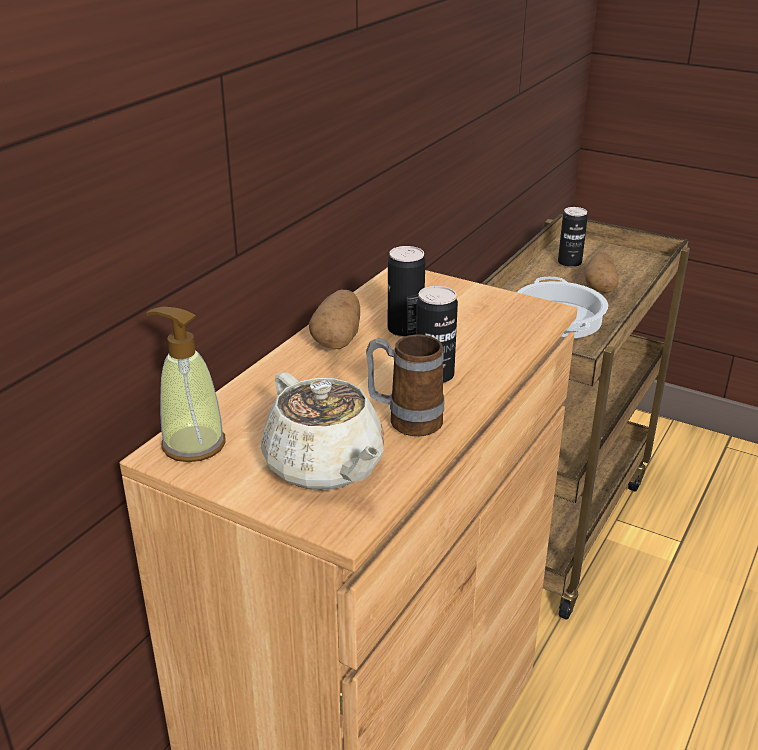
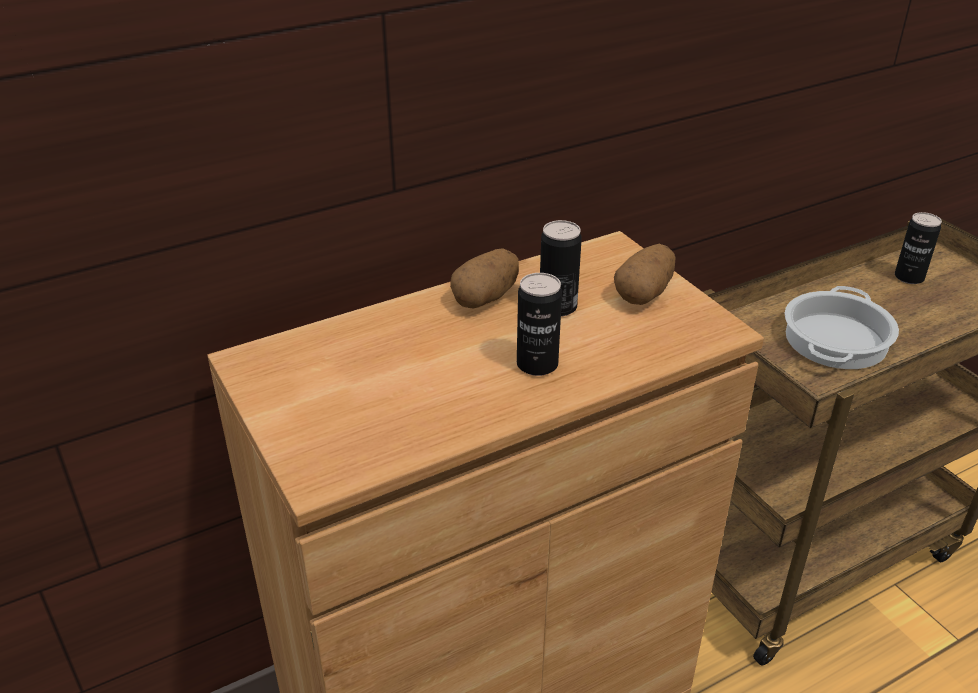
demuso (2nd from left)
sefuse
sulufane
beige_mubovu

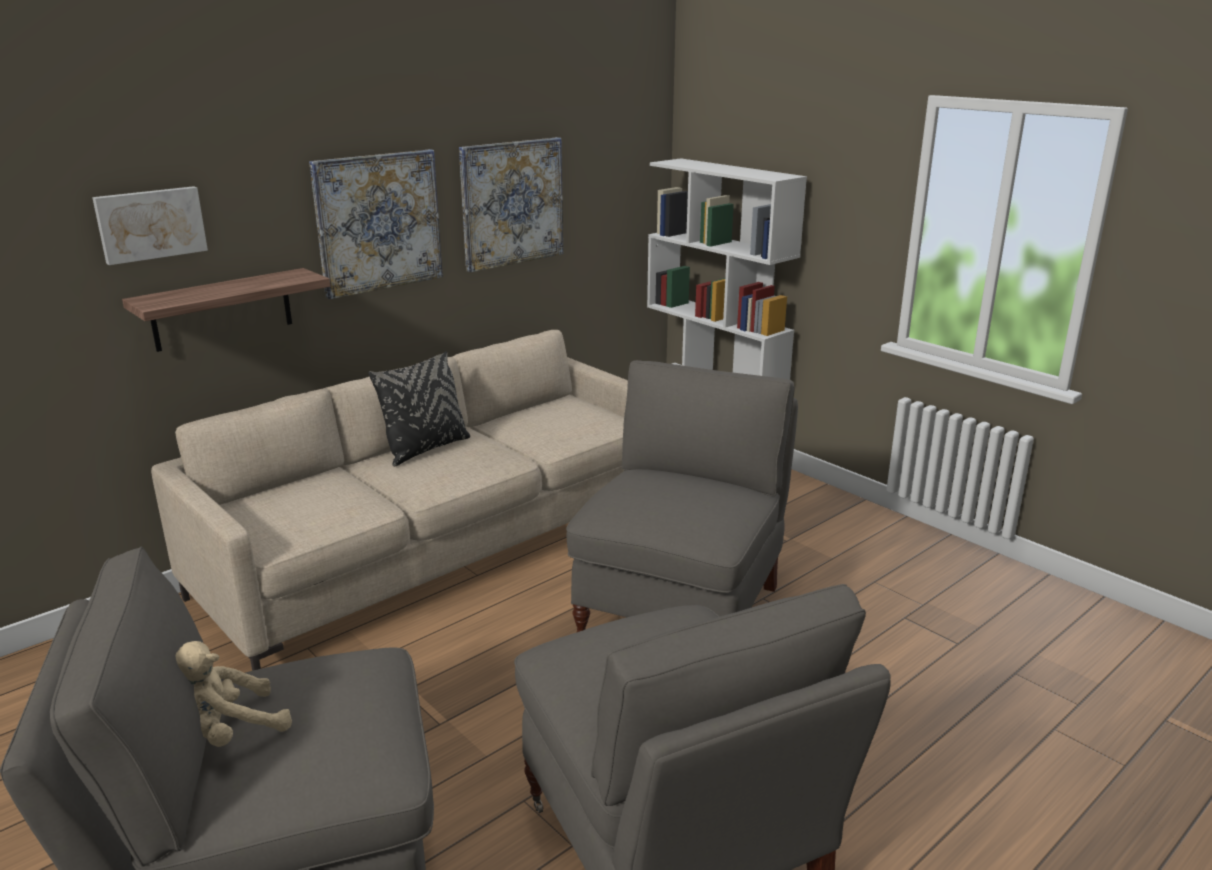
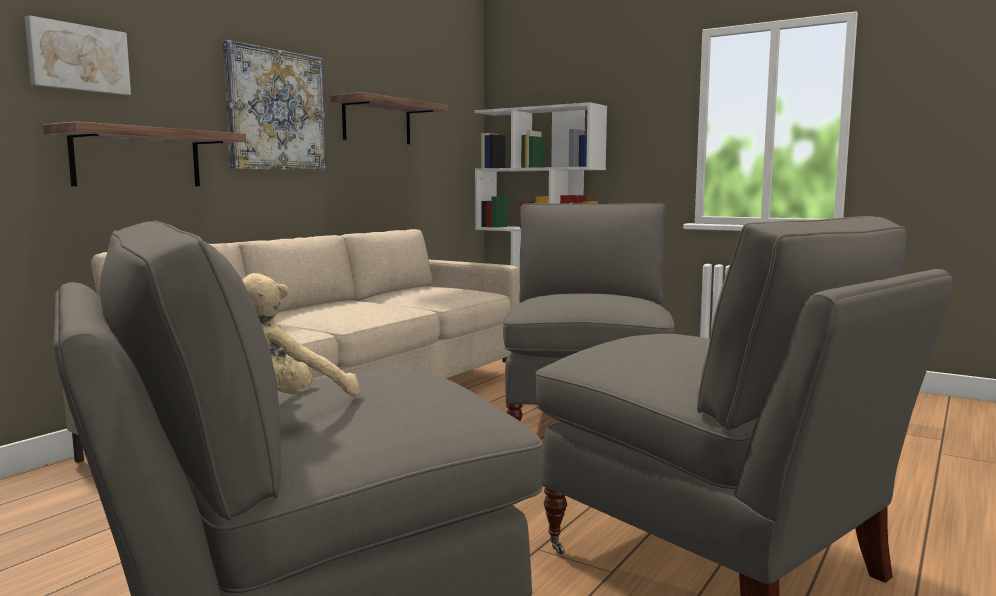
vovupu (2nd from left)
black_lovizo

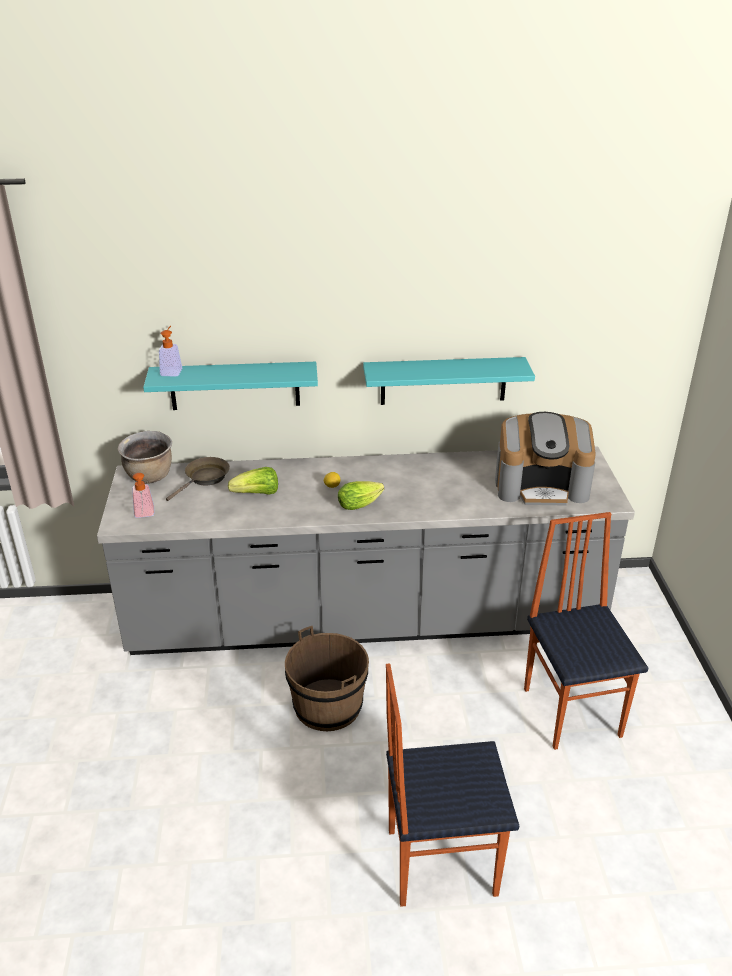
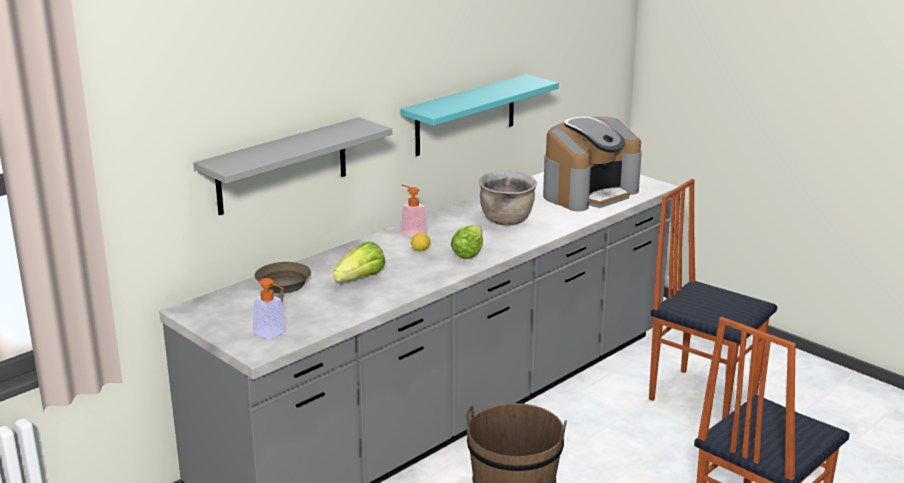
sefuse (2nd from left)
grey_vovupu
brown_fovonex

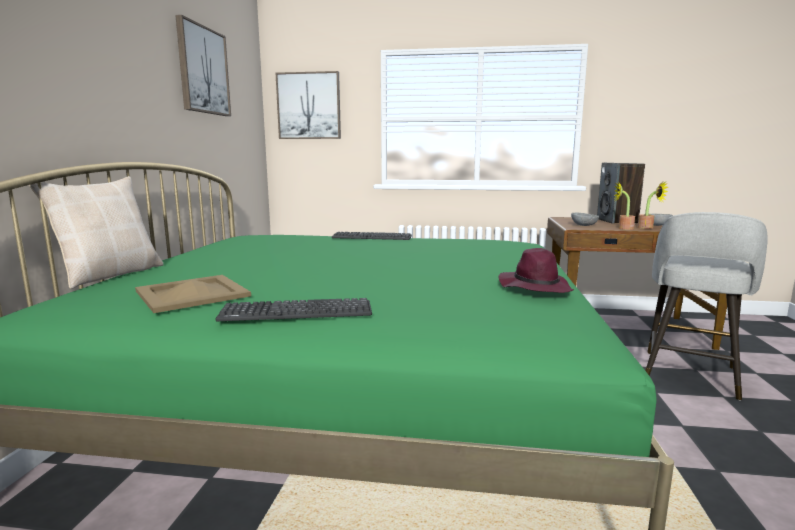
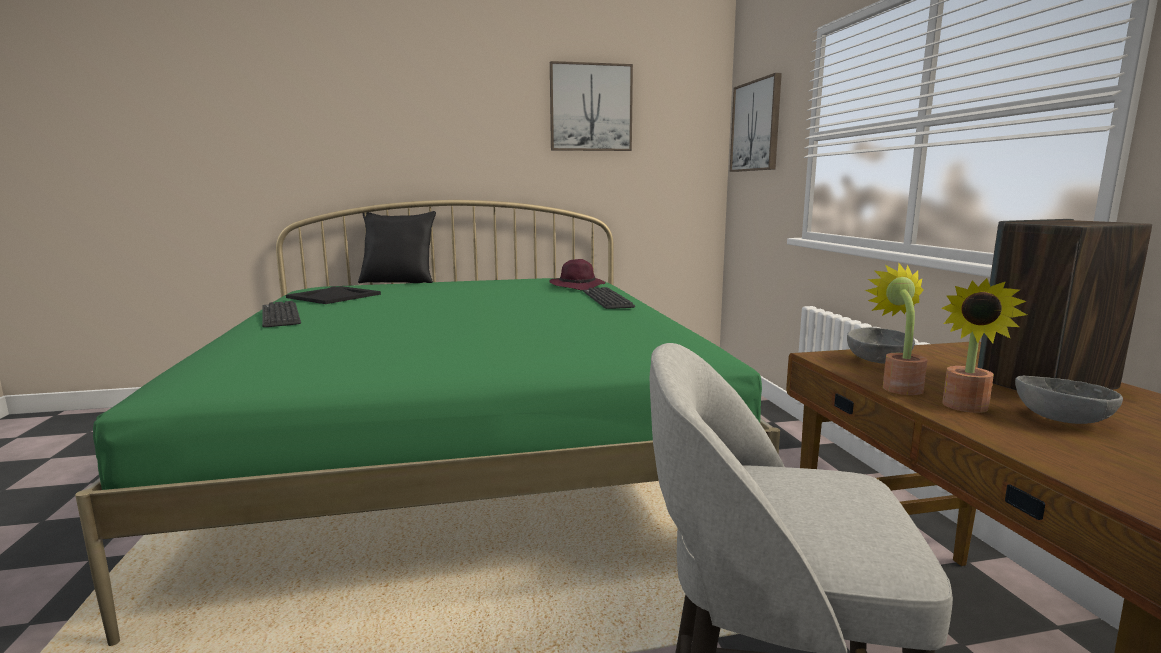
black_lovizo
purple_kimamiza
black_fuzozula

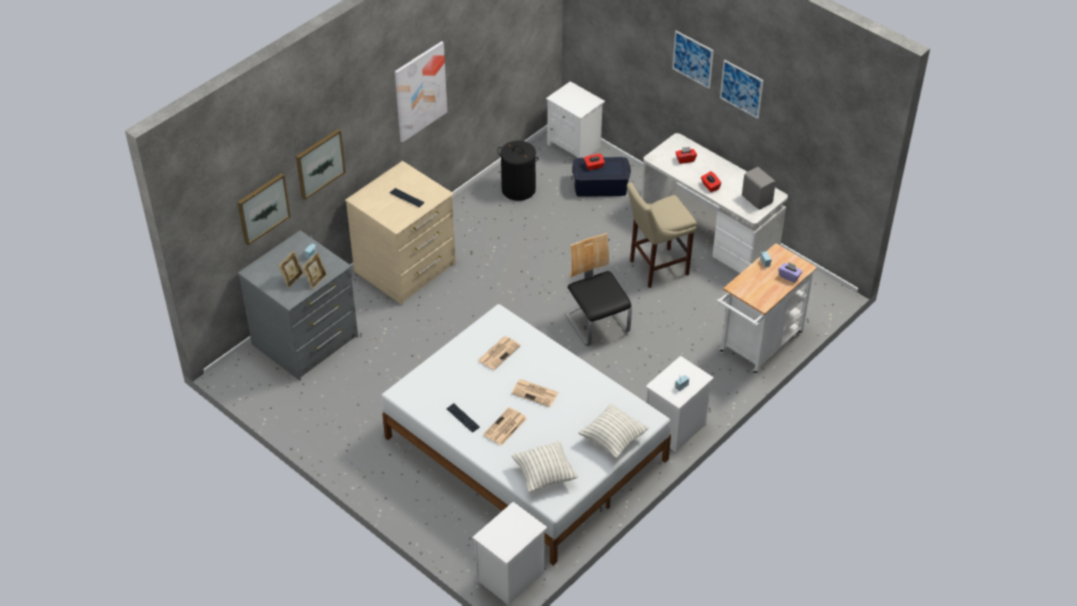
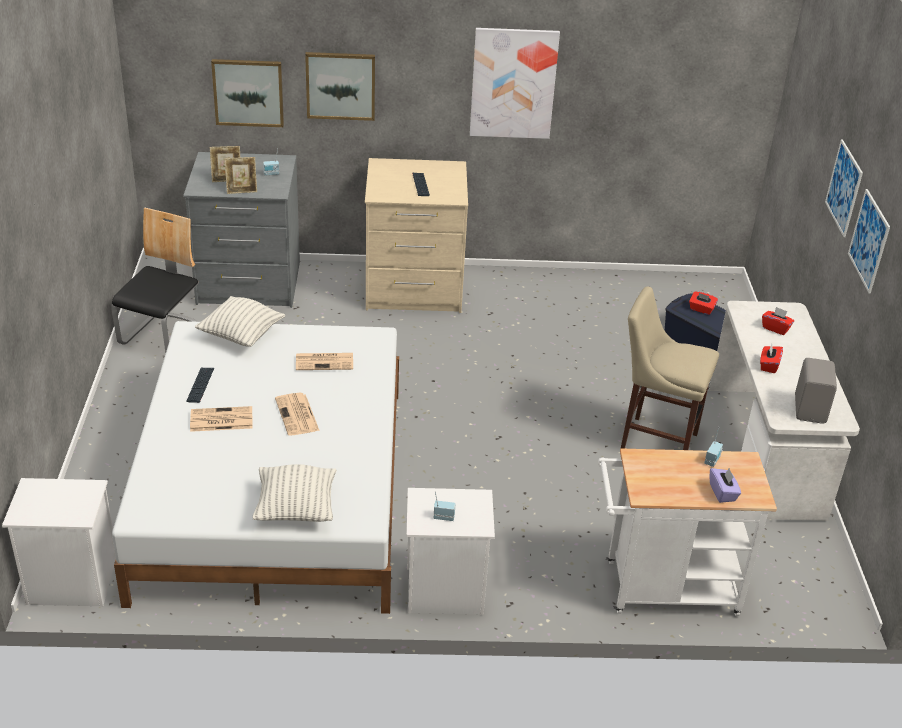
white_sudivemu (2nd from left in the first image)
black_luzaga
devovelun
lovizo (1st from left)

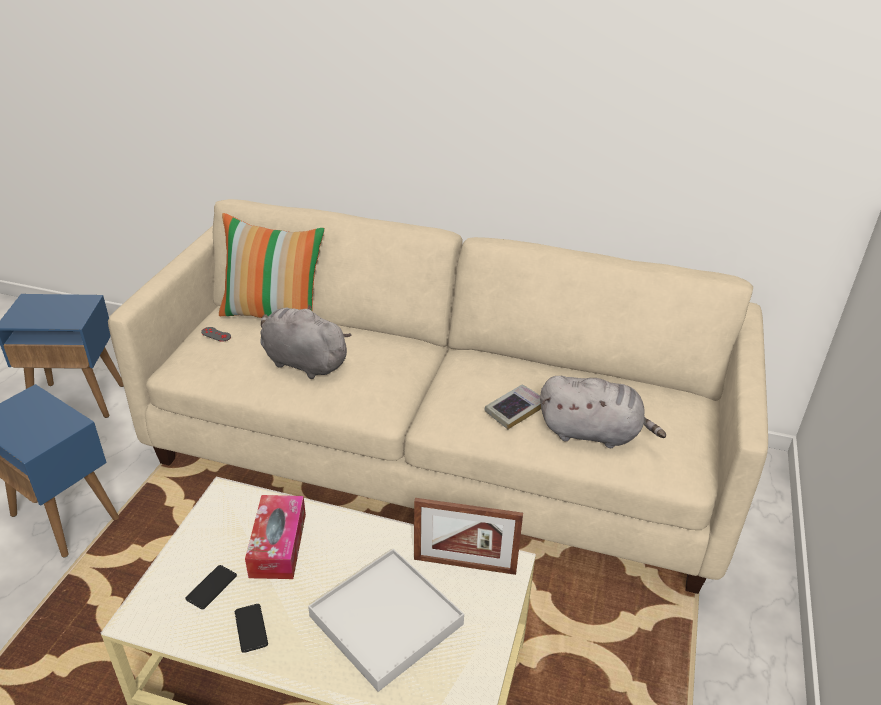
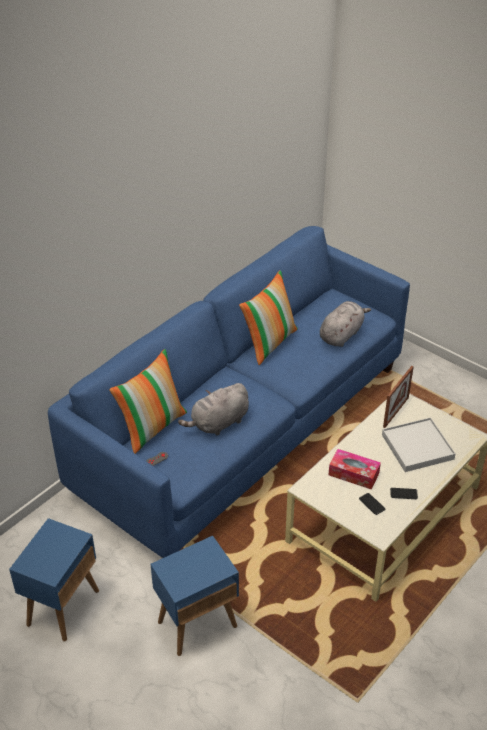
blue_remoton
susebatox
lovizo (2nd from left)

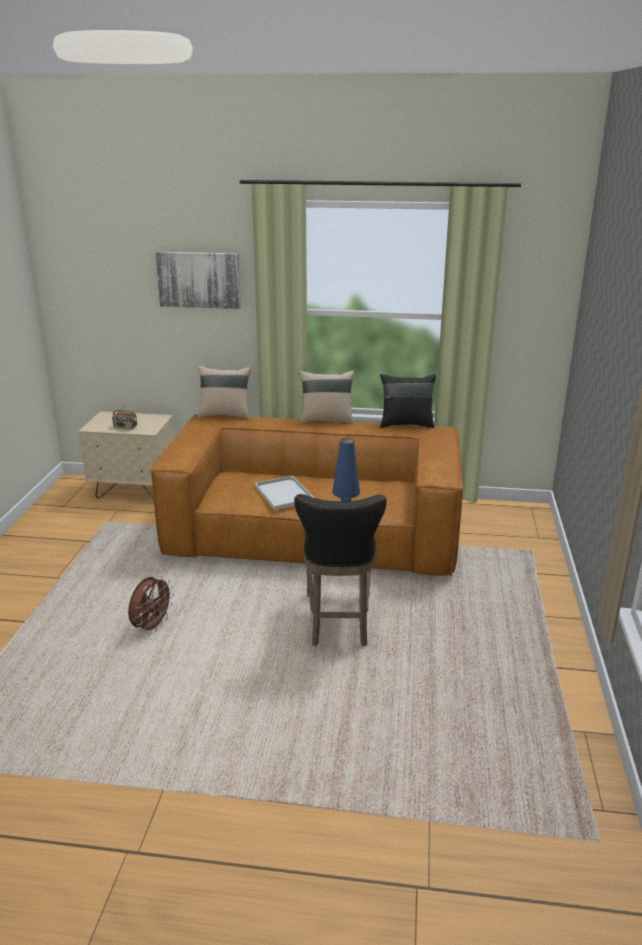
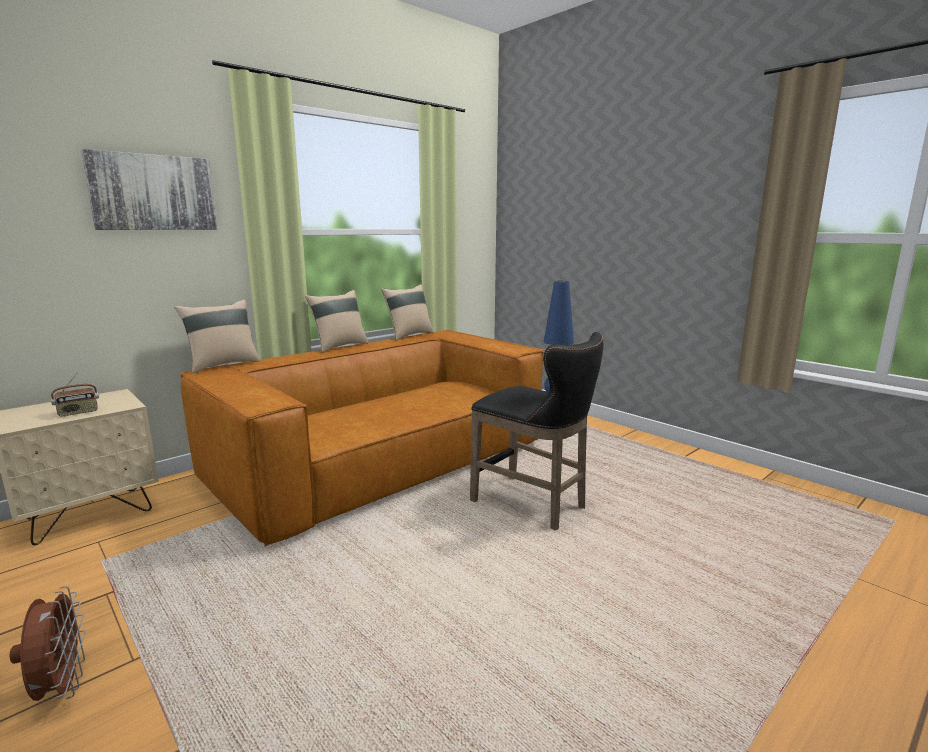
beige_lovizo (3rd from left)
white_fuzozula
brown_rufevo

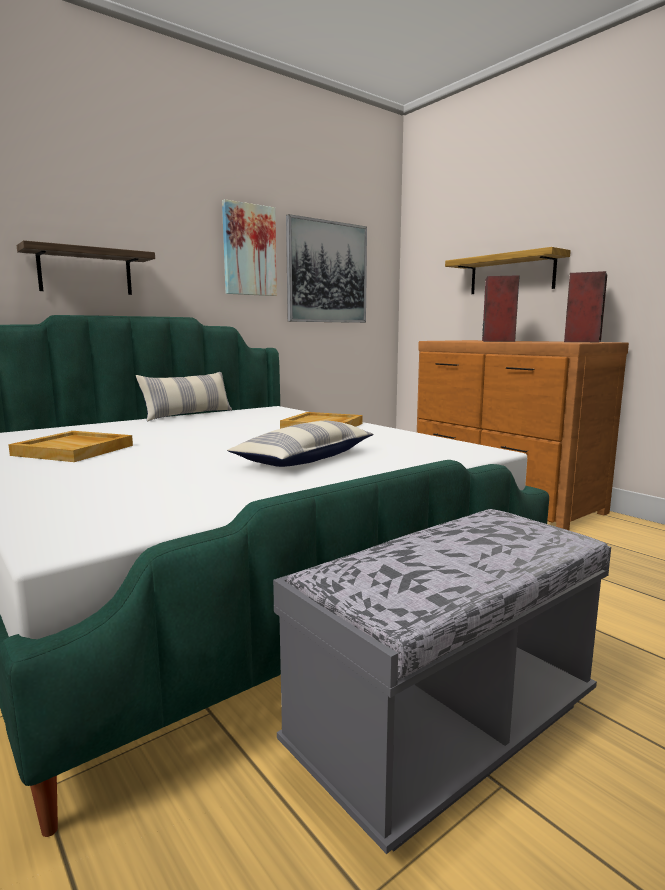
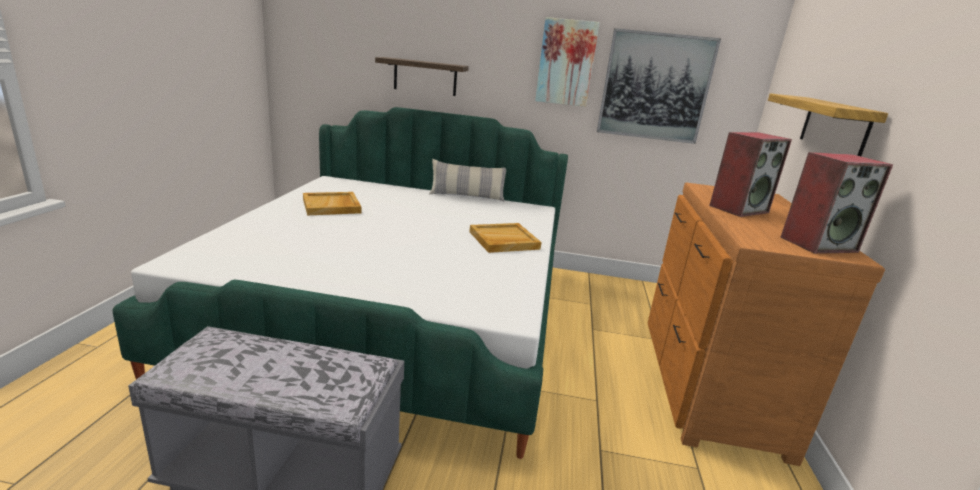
lovizo (2nd from left in the first image)

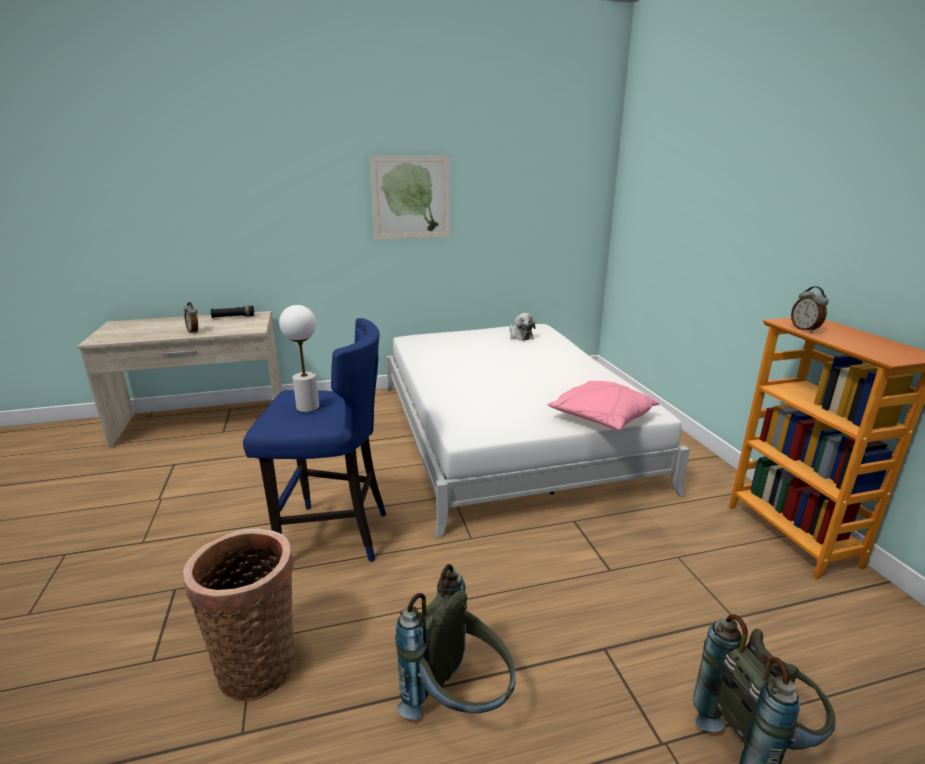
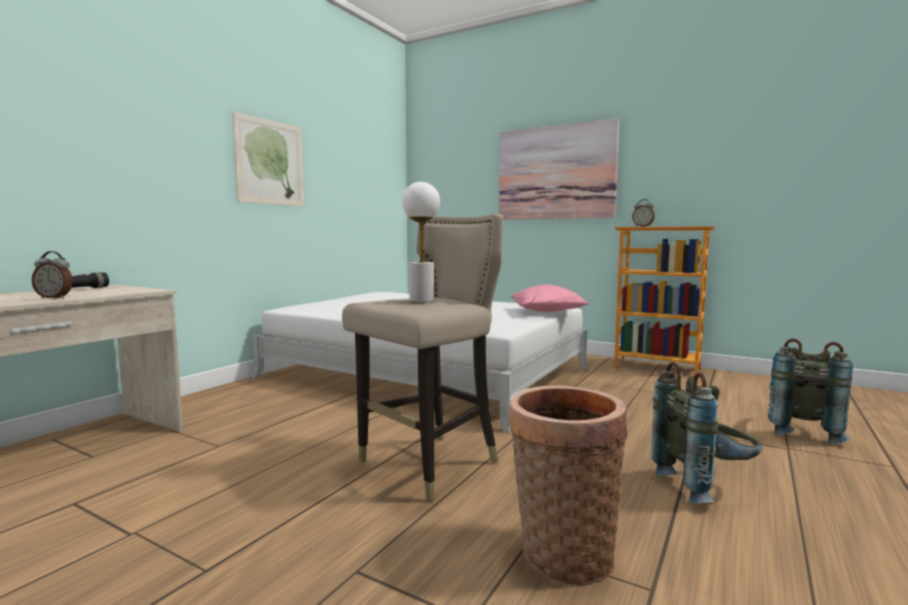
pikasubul
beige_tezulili
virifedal (2nd from left)

